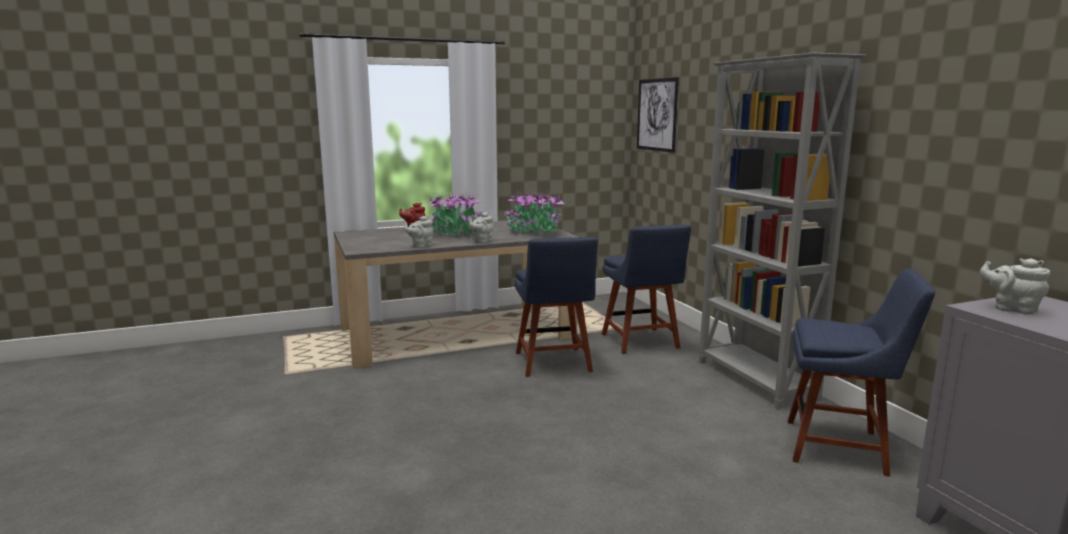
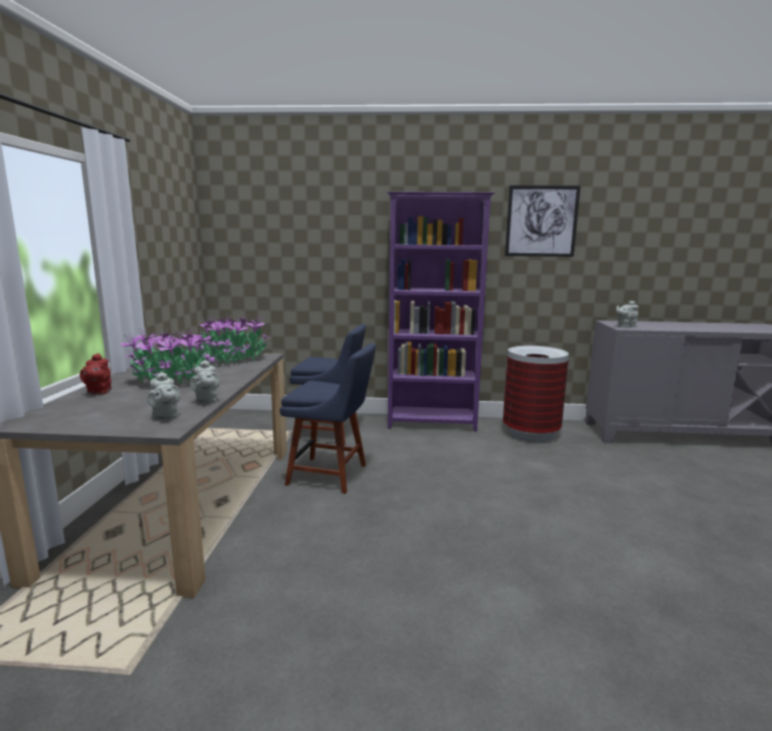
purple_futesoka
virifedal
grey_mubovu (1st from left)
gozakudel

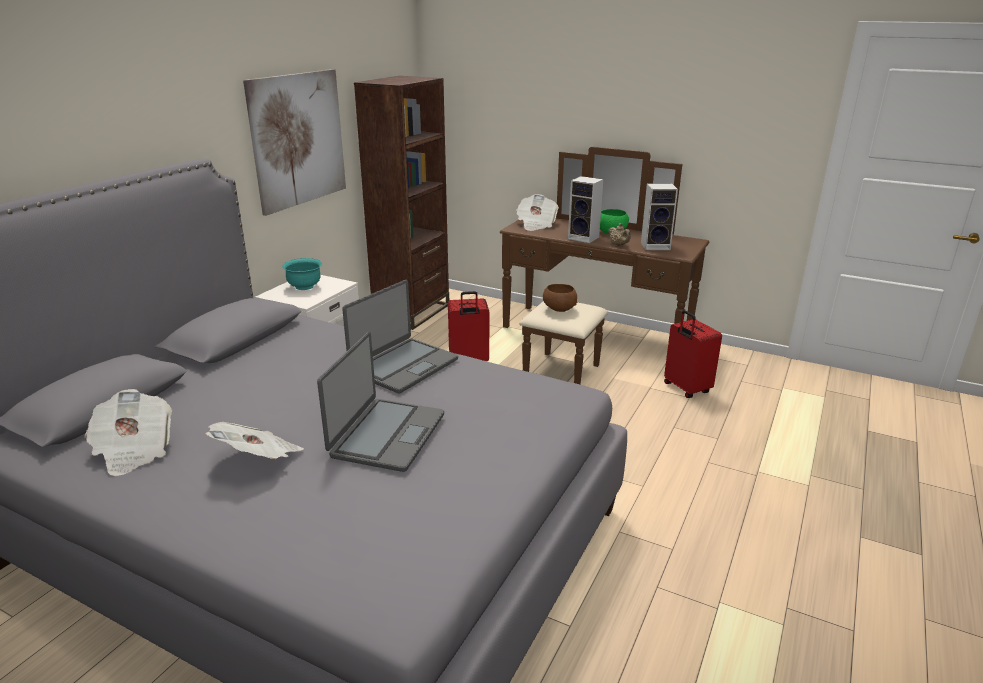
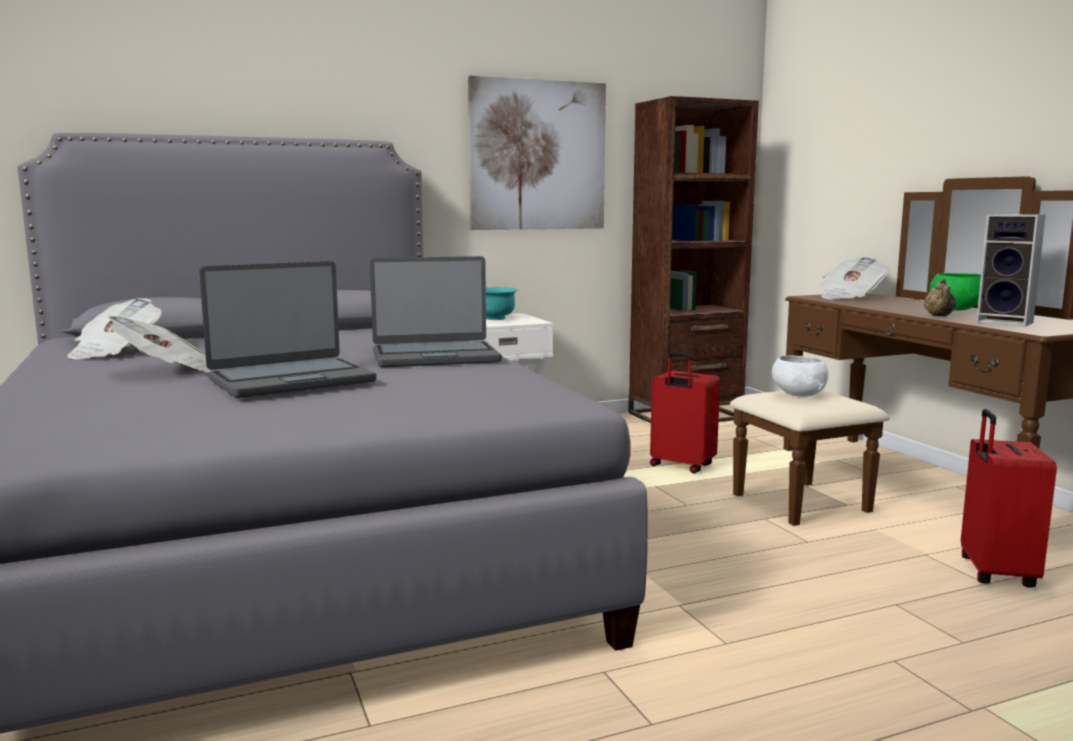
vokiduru (1st from left in the first image)
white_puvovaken

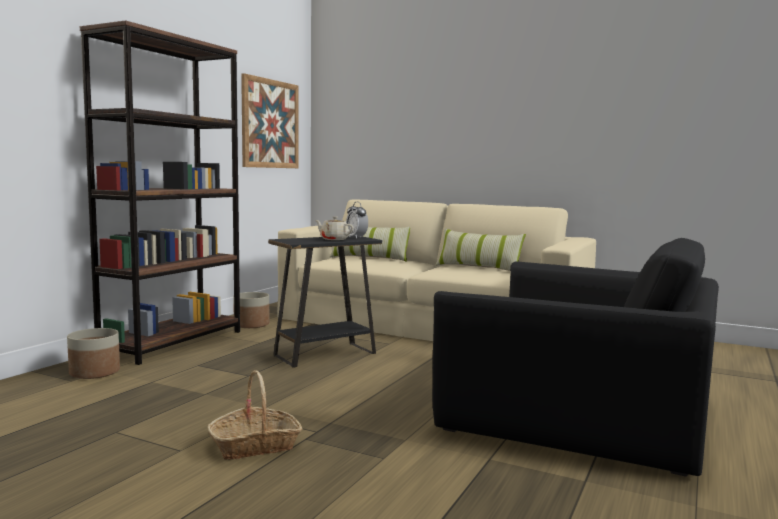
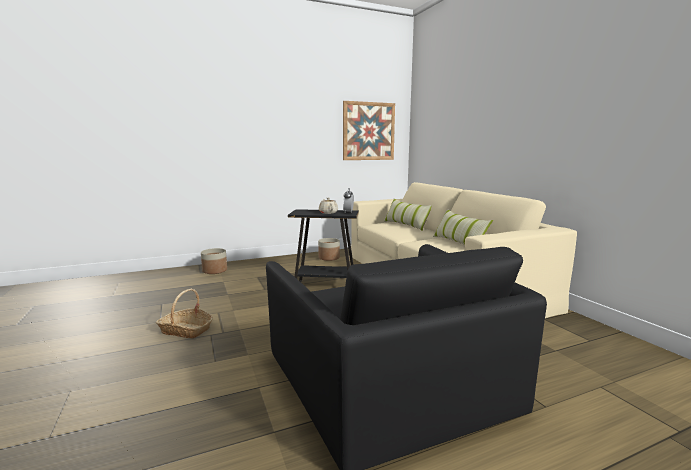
brown_futesoka

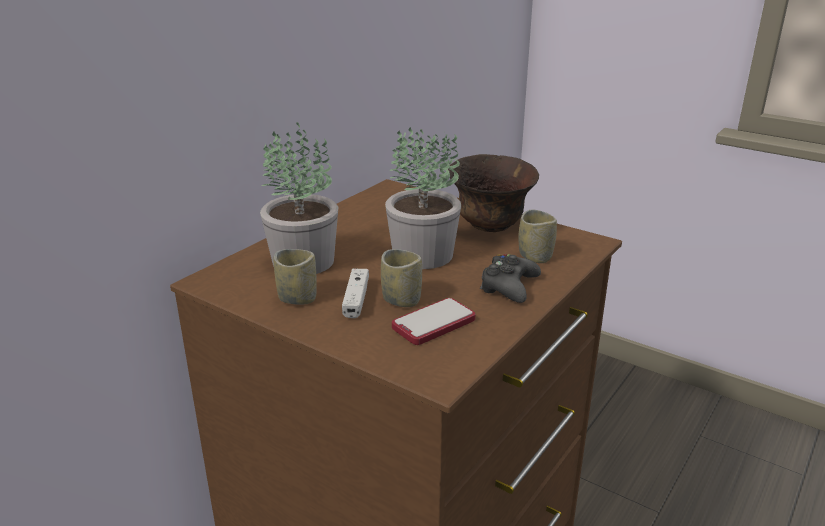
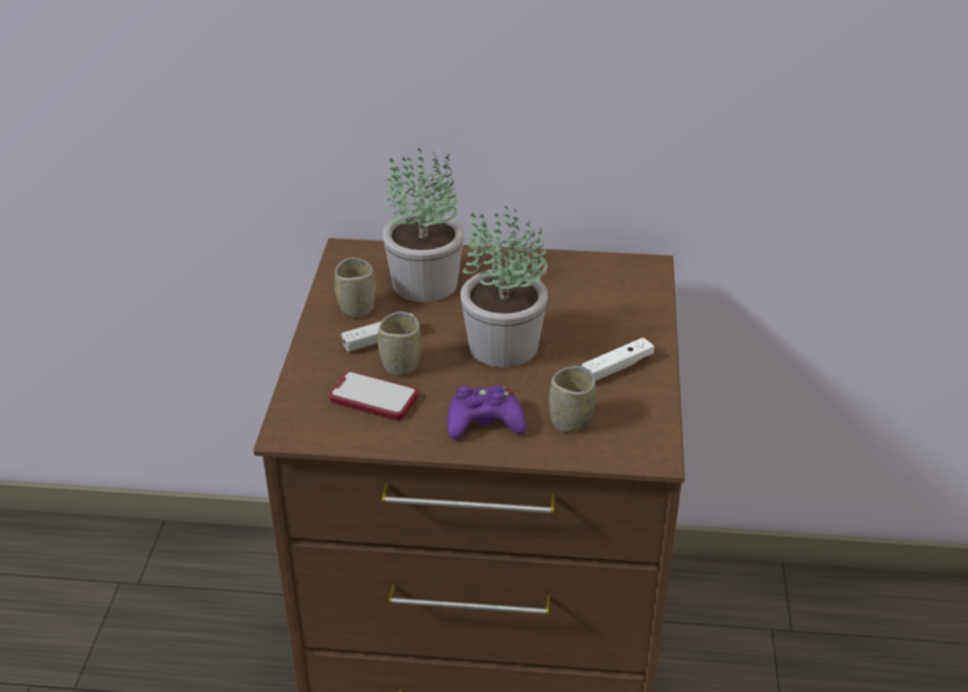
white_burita (2nd from left)
purple_burita

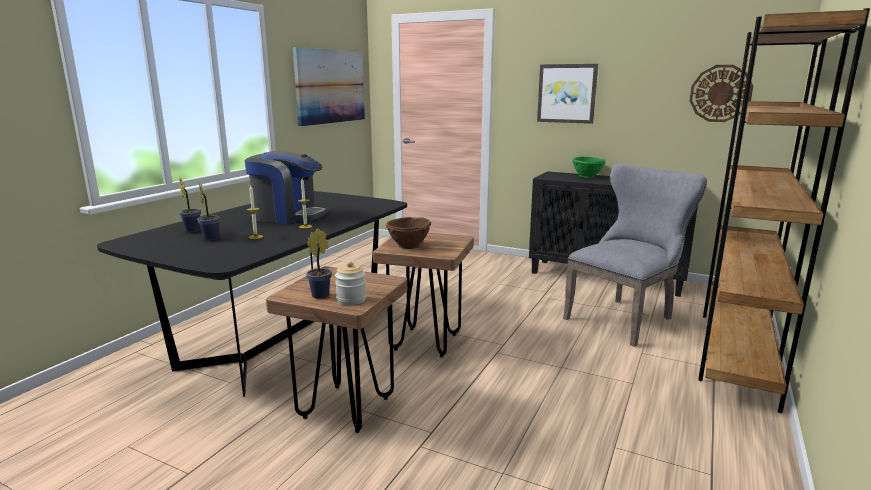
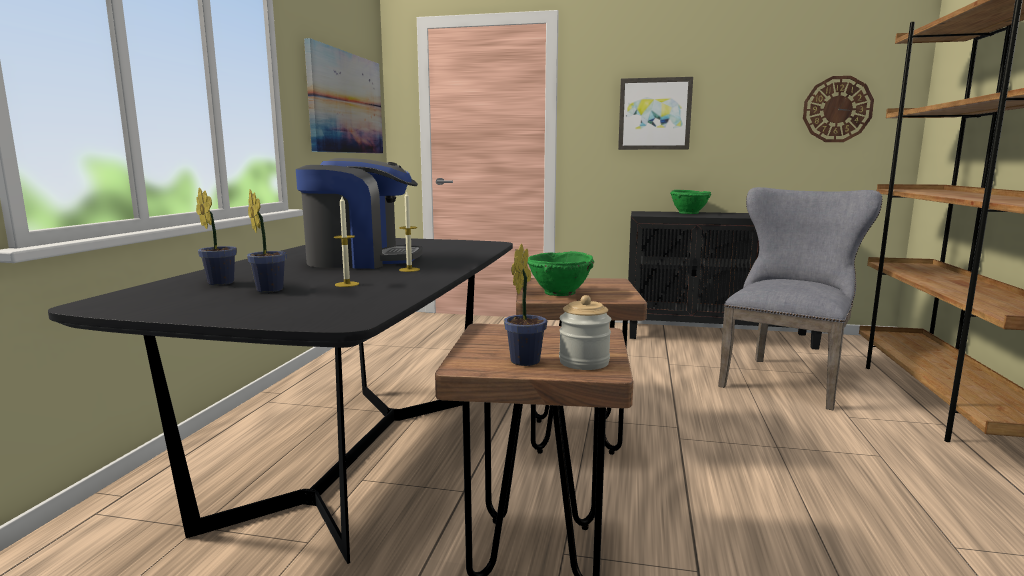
green_puvovaken (1st from left)

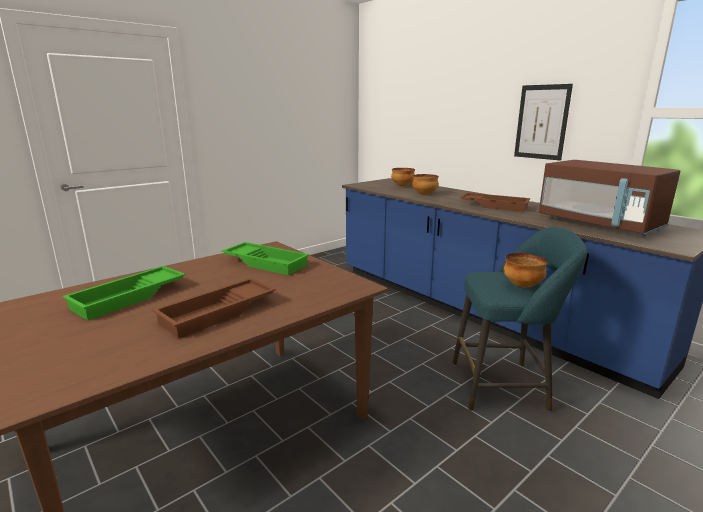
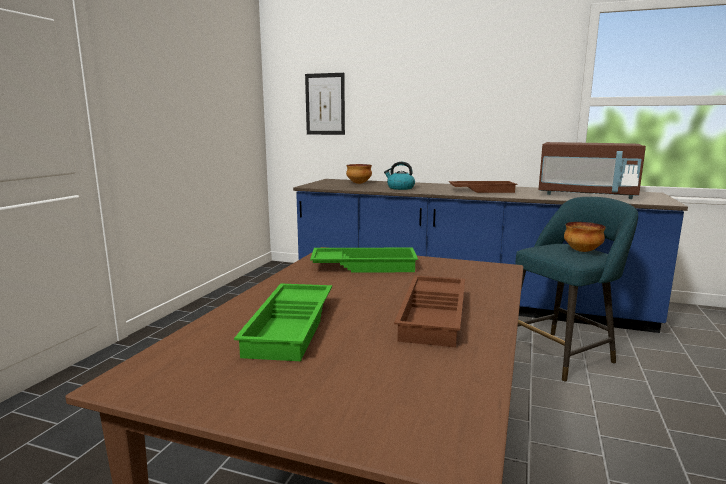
virifedal
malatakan

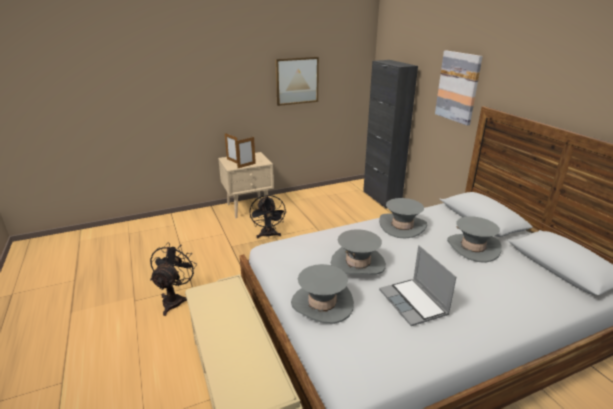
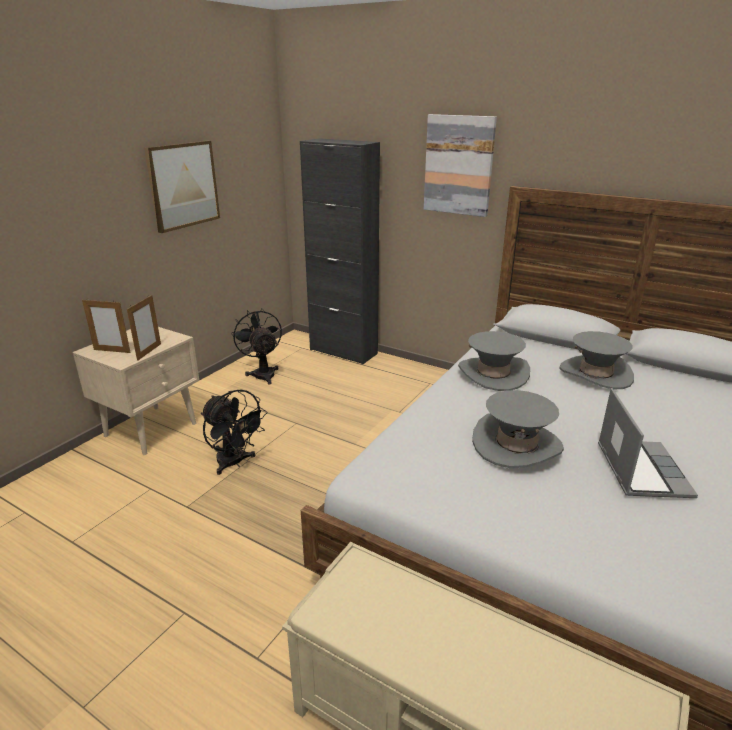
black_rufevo (2nd from left)
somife
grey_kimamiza (1st from left in the first image)

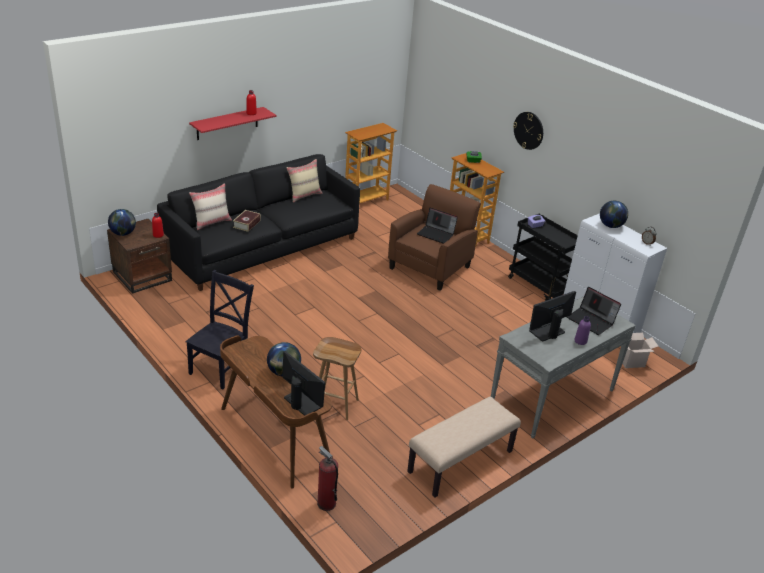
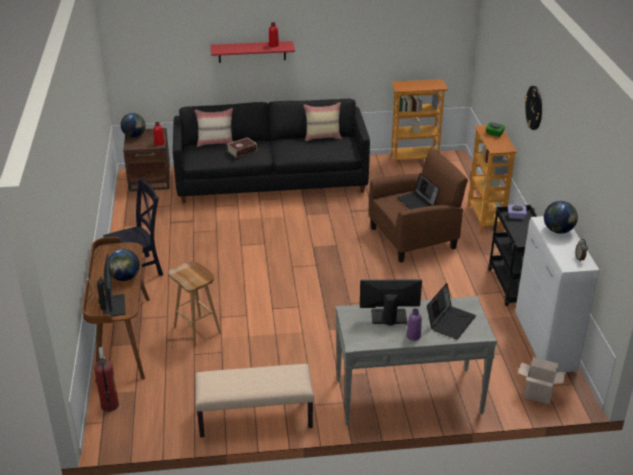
somife (2nd from left)

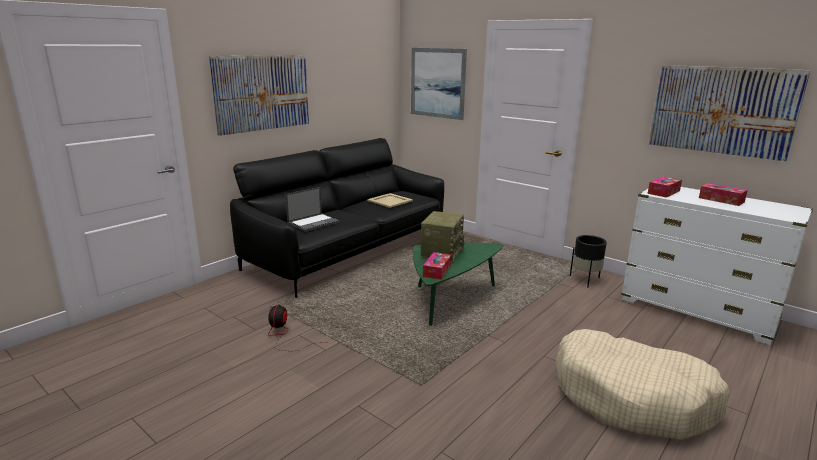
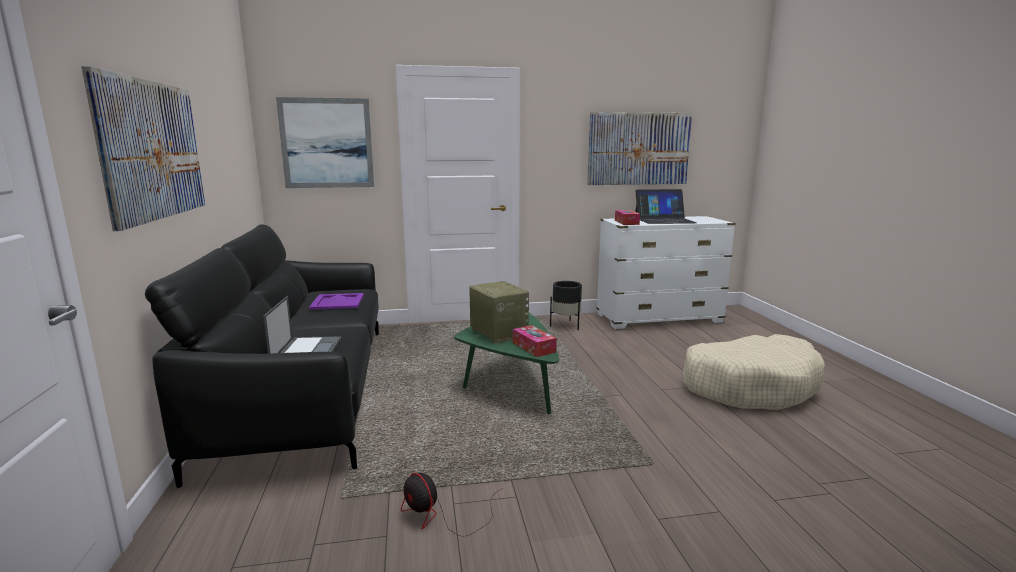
somife (2nd from left)
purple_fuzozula

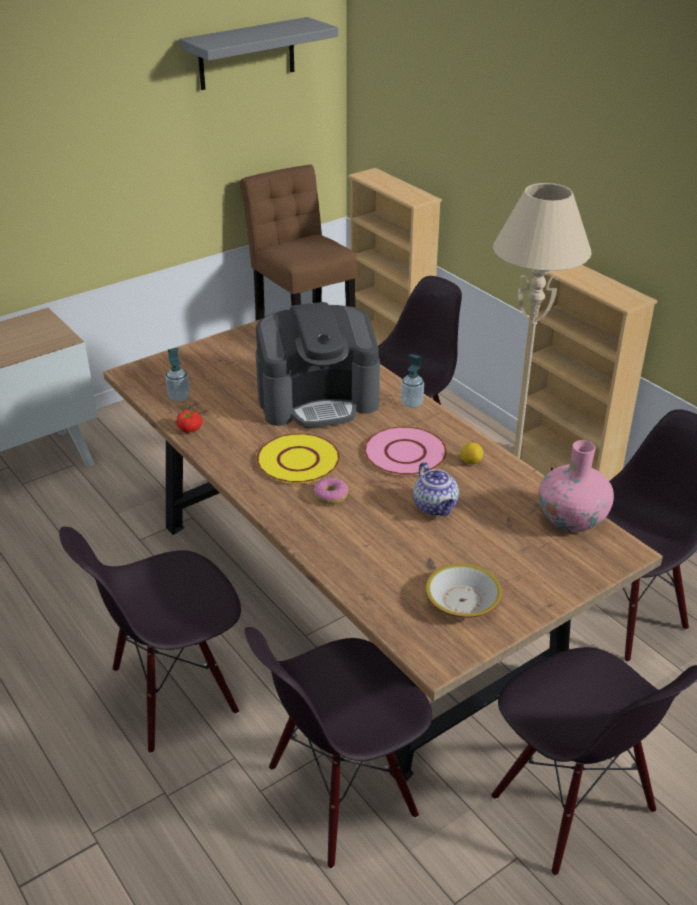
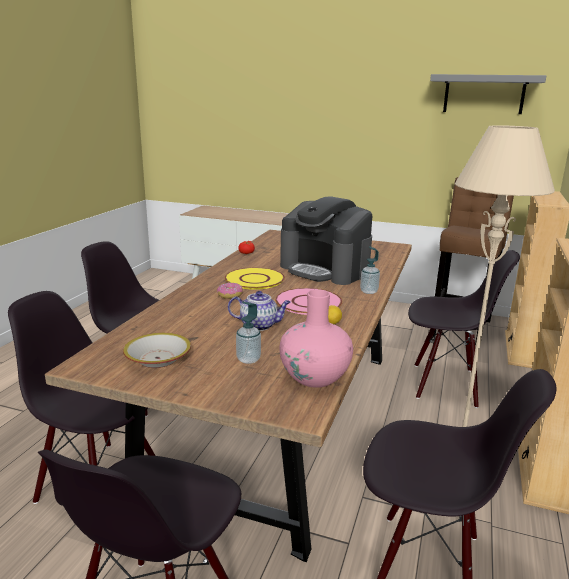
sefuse (1st from left)
mubovu

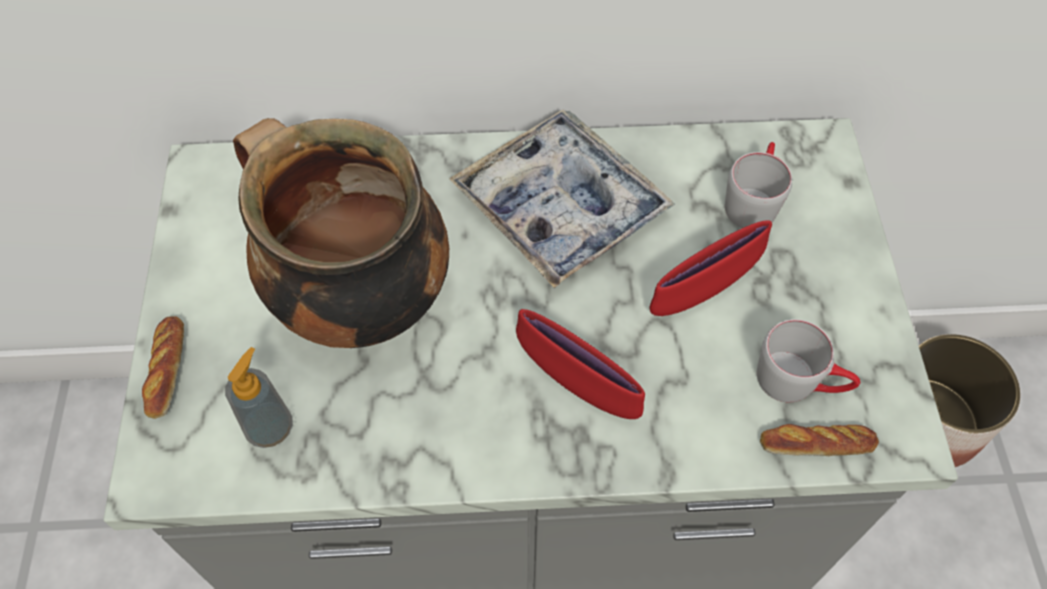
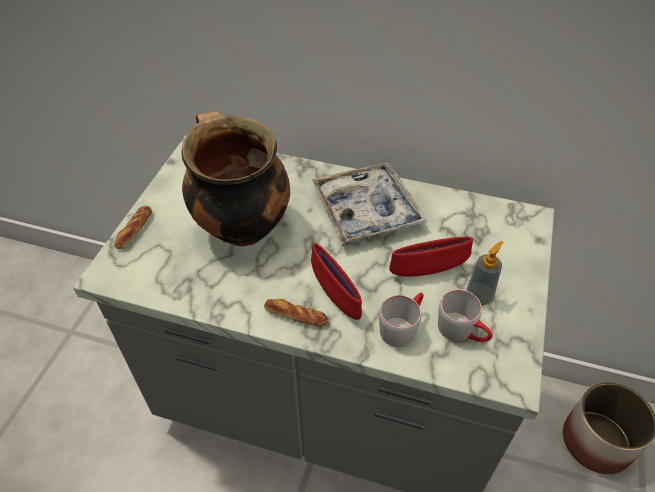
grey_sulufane (1st from left)
sefuse
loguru (2nd from left)

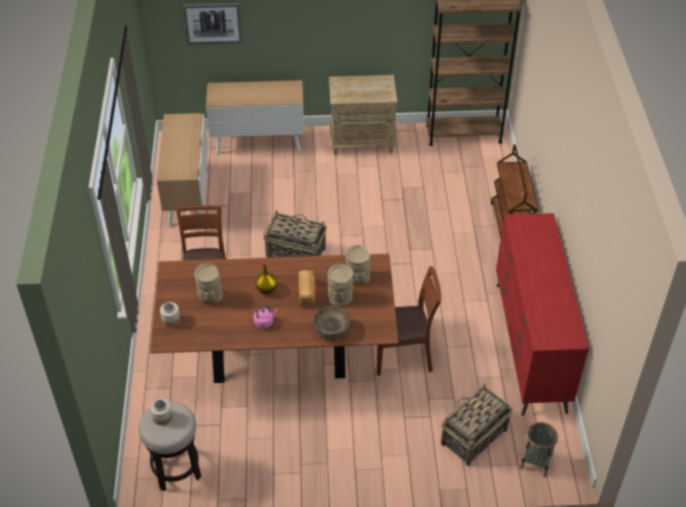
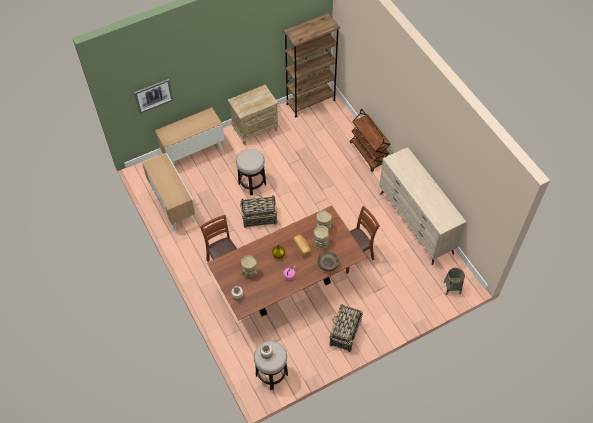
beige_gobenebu
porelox (2nd from left)
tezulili (1st from left)

